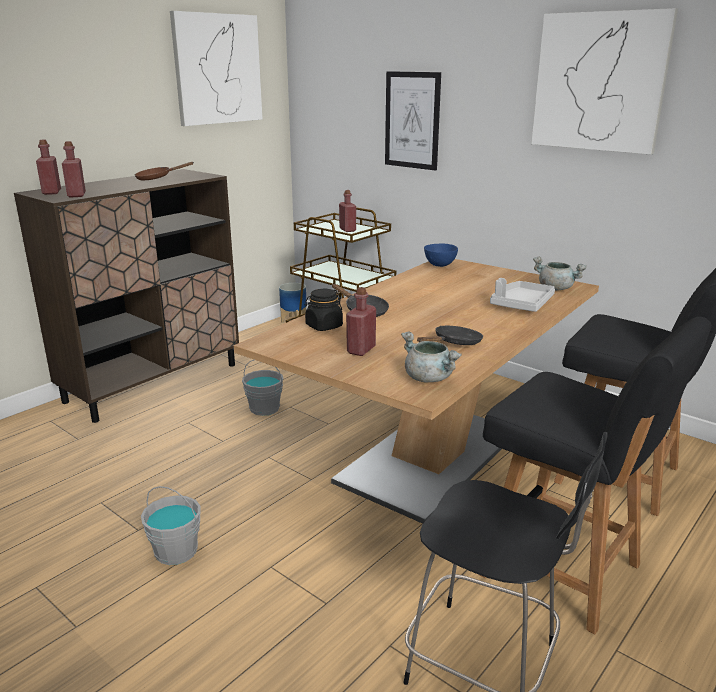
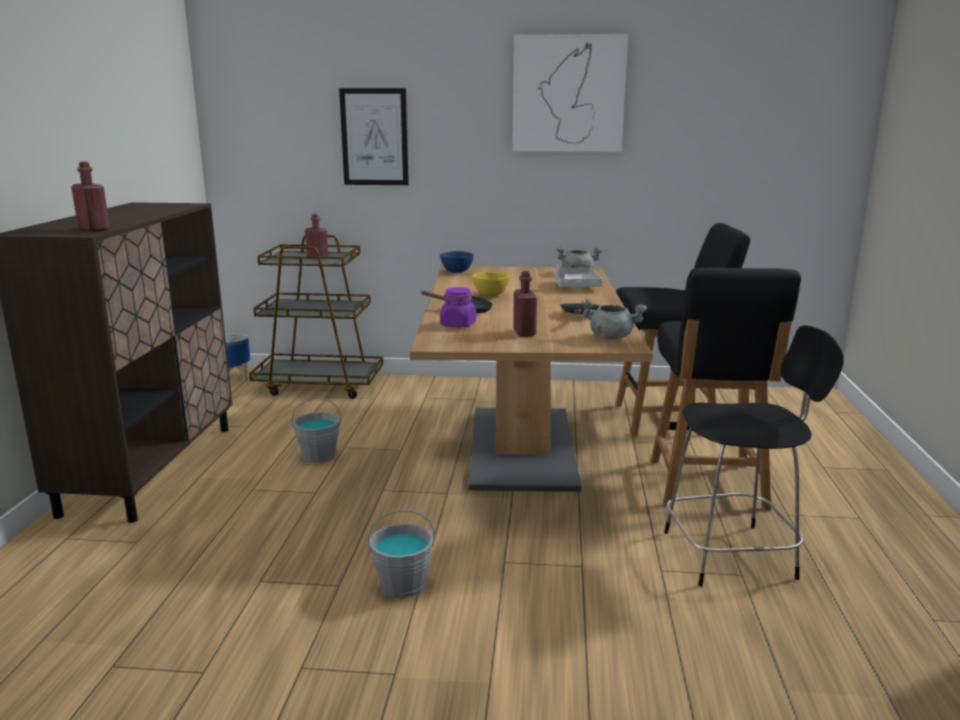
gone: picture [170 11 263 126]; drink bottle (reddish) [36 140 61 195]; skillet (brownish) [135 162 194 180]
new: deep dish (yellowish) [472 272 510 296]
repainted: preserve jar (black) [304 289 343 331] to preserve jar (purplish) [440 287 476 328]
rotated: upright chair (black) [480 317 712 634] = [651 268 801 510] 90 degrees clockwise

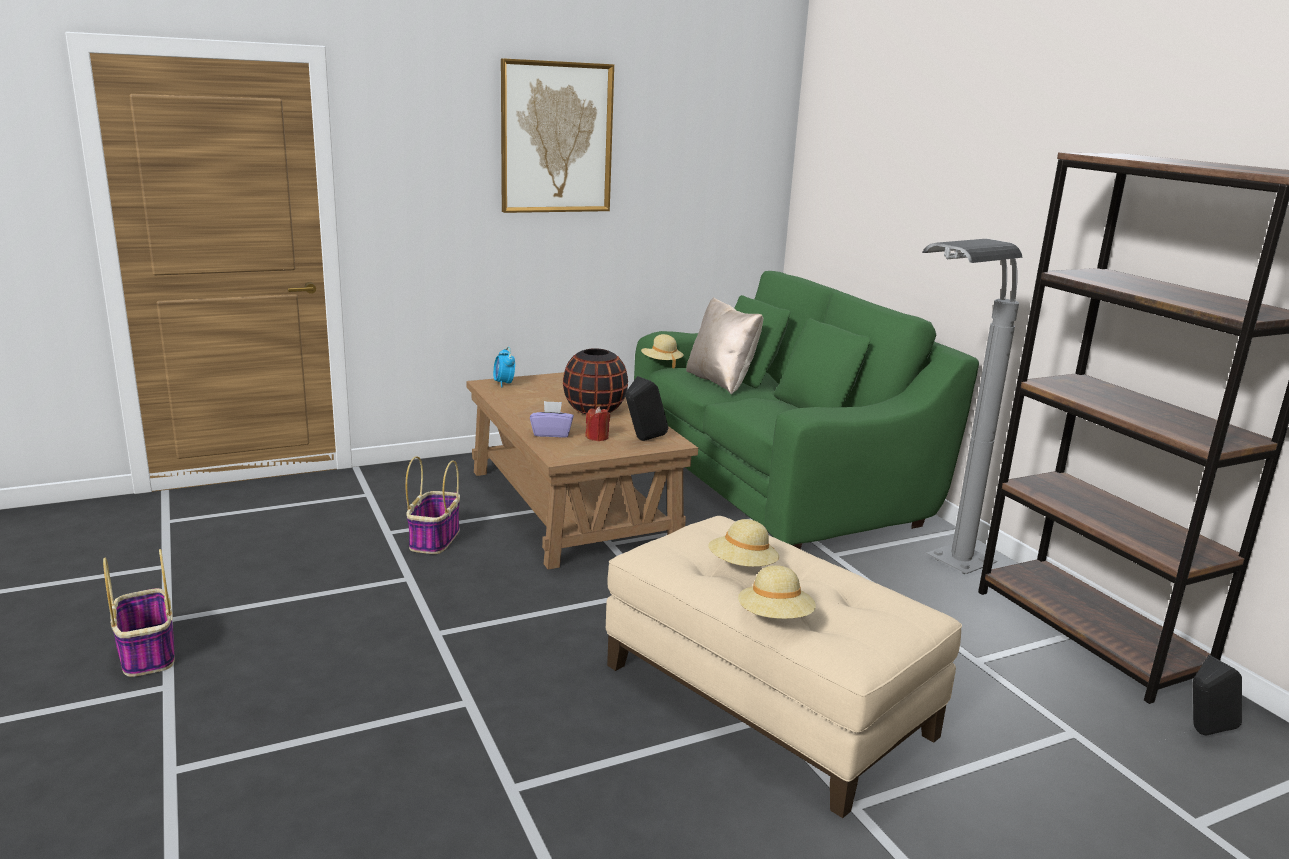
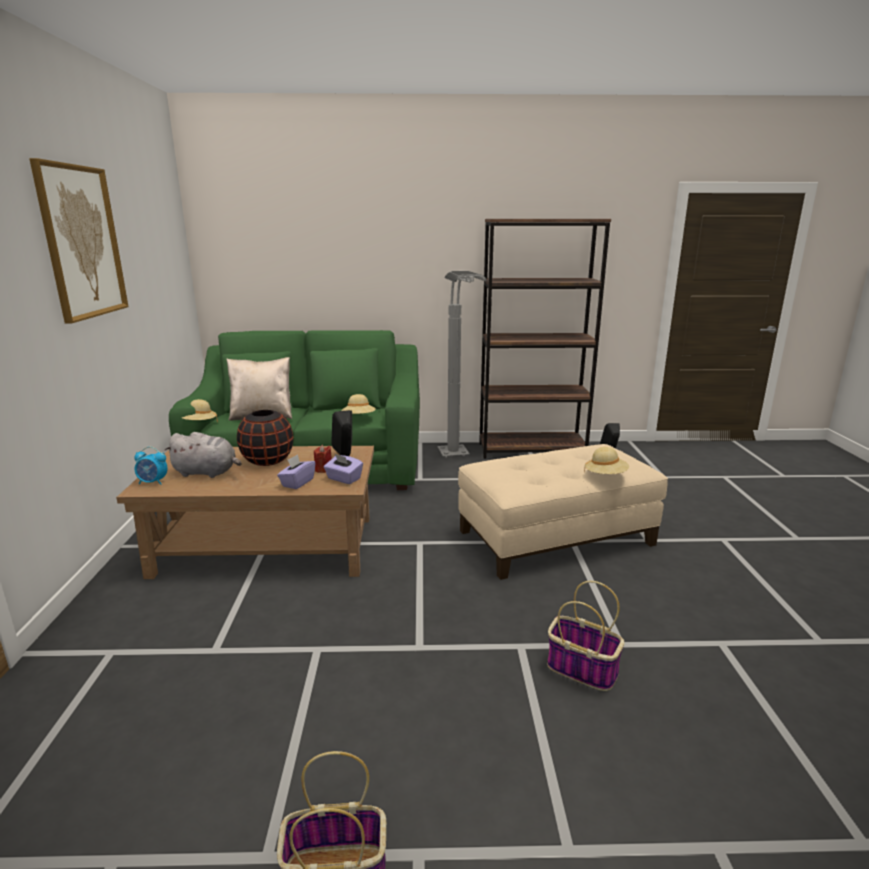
new: soft toy (gray) [164 432 241 478]; box of tissues (purplish) [324 454 363 484]
shifted: storage basket [405 456 460 554] to [547 581 625 691]; wearable hat (beige) [708 519 779 567] to [341 394 376 414]

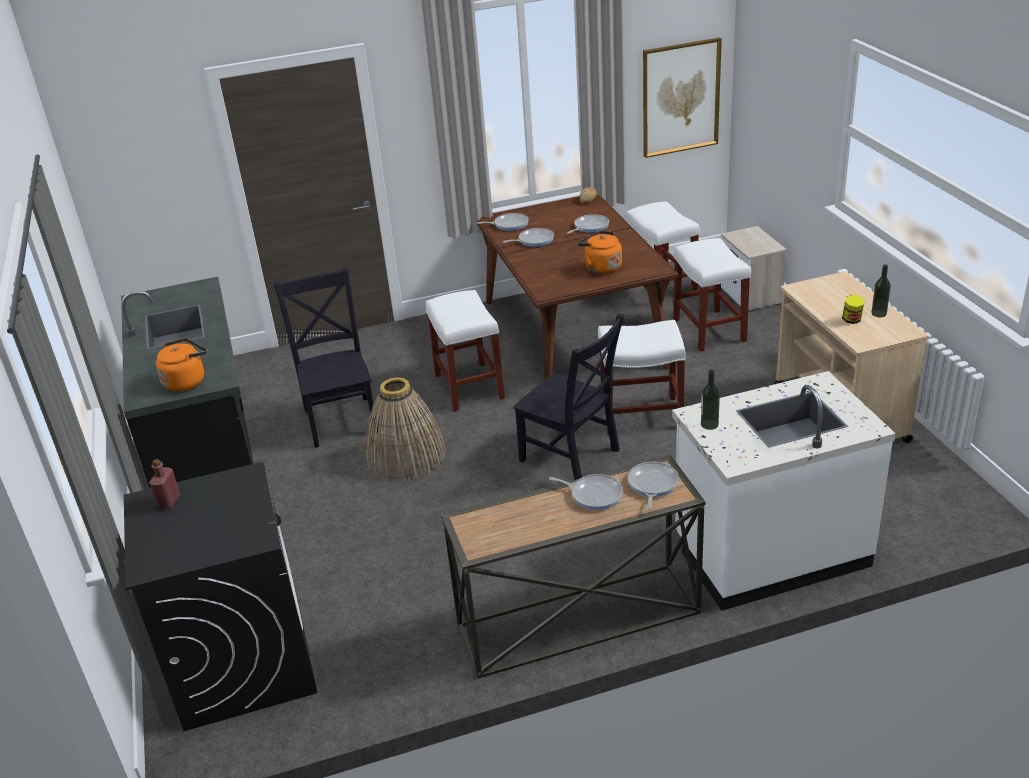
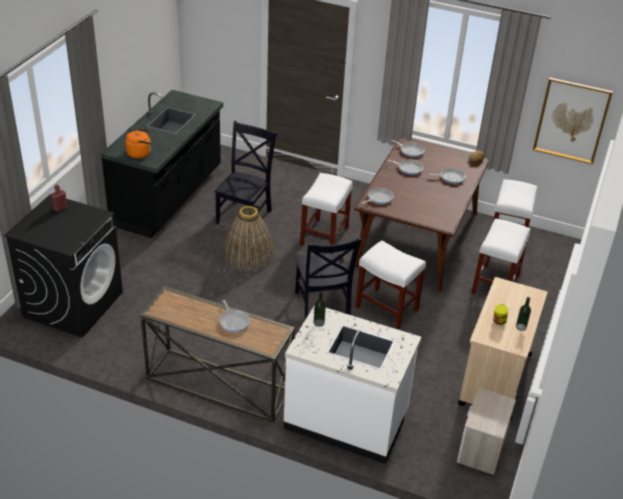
gone: kettle (orange) [577 231 622 274]
shifted: nightstand [721 226 787 312] to [457 388 516 476]; skillet [628 462 679 509] to [361 188 394 205]

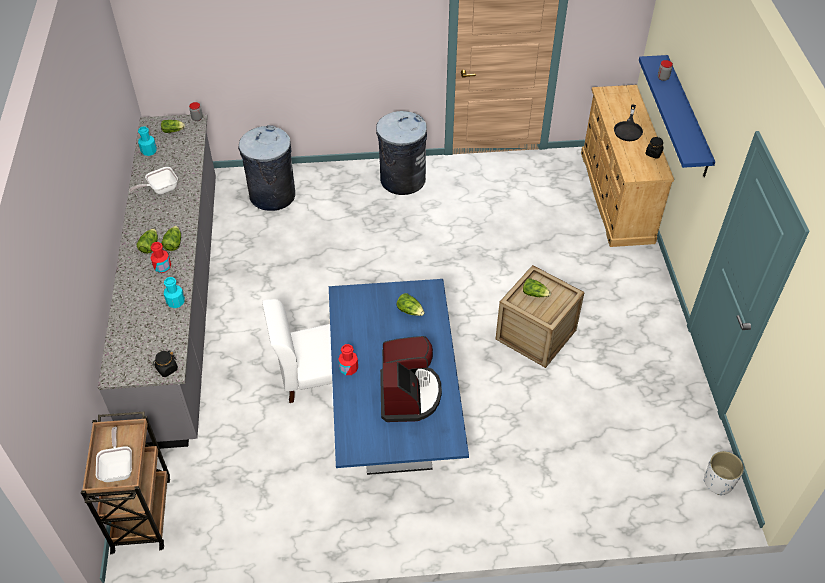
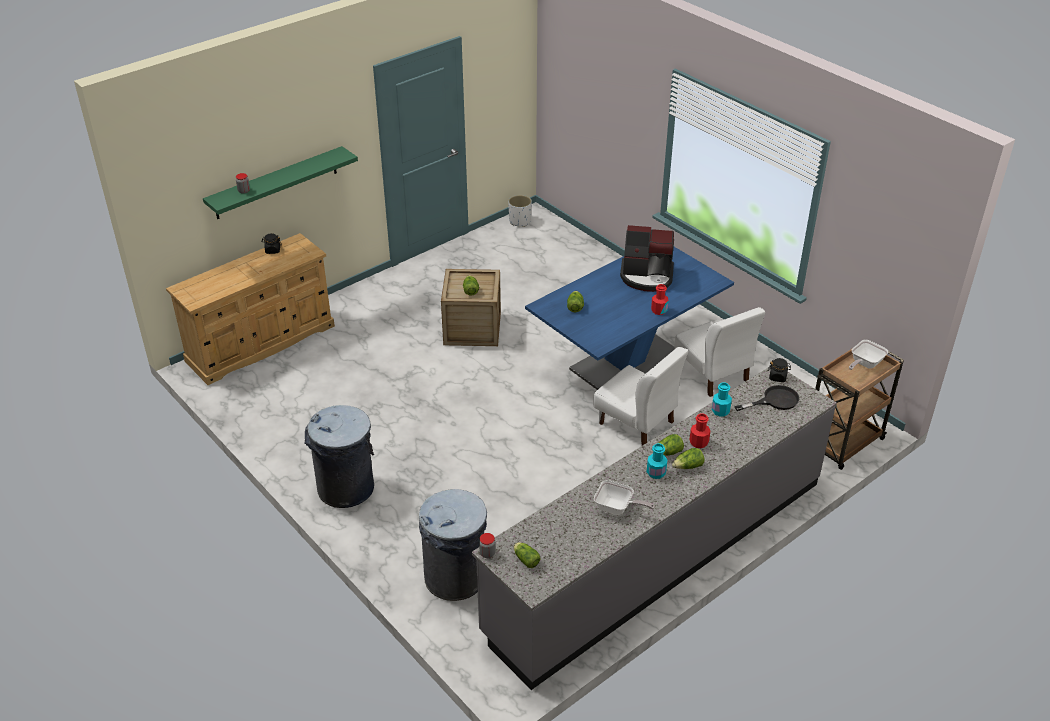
new: upright chair (white) [674 307 765 397]
shifted: skillet (black) [614 104 643 141] to [734 385 799 411]; drink bottle (turquoise-coloured) [138 126 157 156] to [647 443 668 479]
repainted: wall shelf (blue) [639 55 715 177] to wall shelf (green-coloured) [203 146 358 219]
rotated: coffee maker [380 336 442 422] = [620 225 674 292] 135 degrees counterclockwise

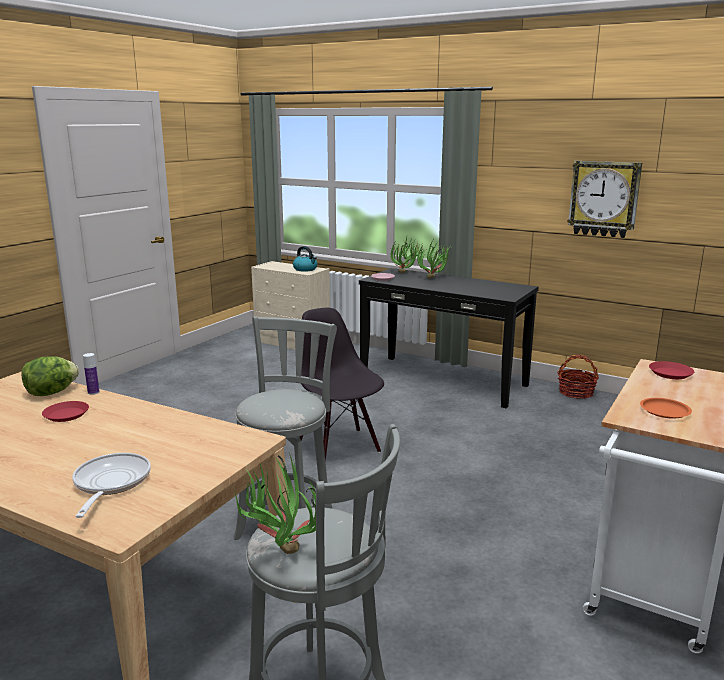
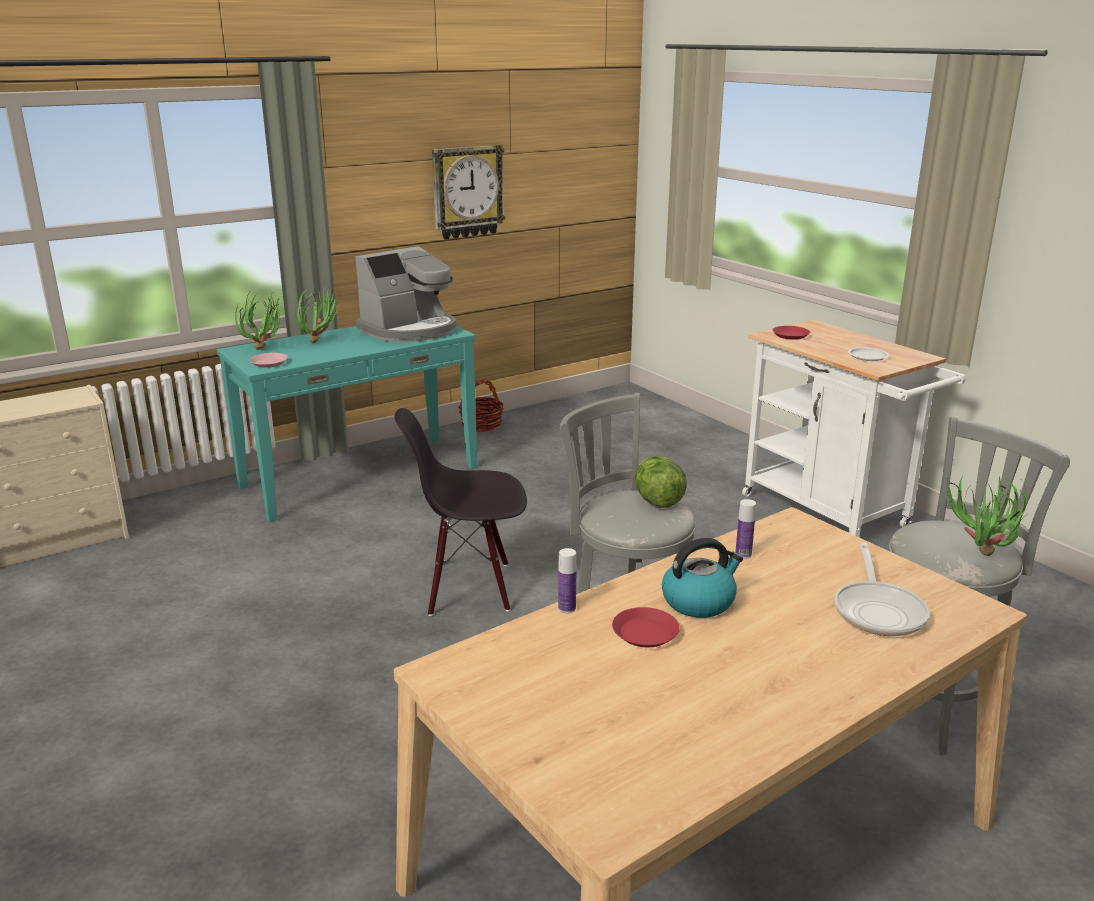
new: coffee maker [355 246 456 342]; drink bottle [735 499 756 559]
shifted: kettle [293 246 317 272] to [662 538 743 618]; lettuce [22 356 79 396] to [635 456 687 508]
repainted: narrow table (black) [359 268 539 408] to narrow table (turquoise-coloured) [217 326 477 522]; dinner plate (orange) [640 398 692 418] to dinner plate (white) [848 347 889 361]
rotated: skillet [72 453 151 518] = [835 543 930 636] 105 degrees counterclockwise

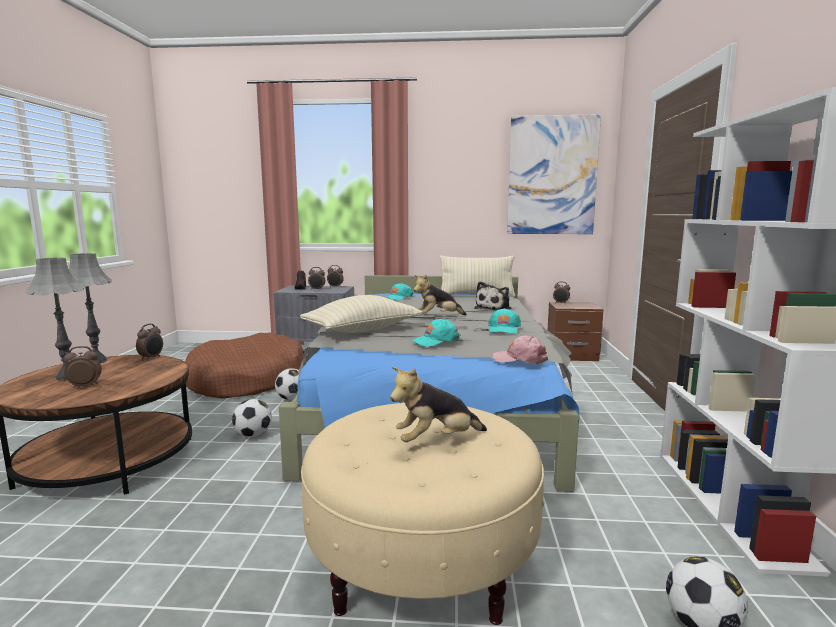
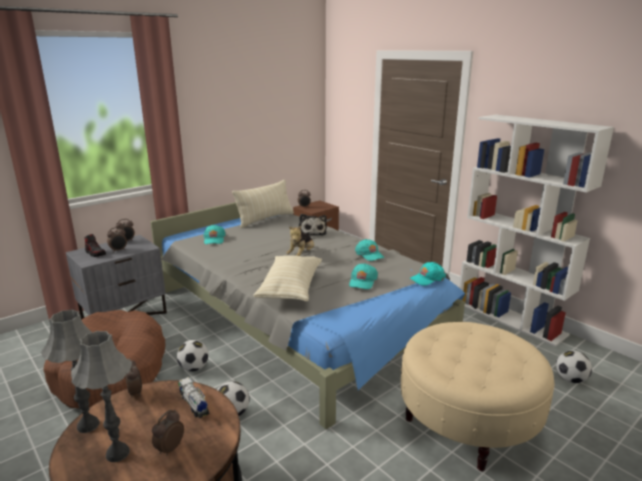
gone: picture [507 114 601 234]; soft toy [390 367 487 442]
new: toy truck [178 377 210 418]
repainted: cap (pink) [492 336 548 364] to cap (turquoise-coloured) [410 262 446 286]

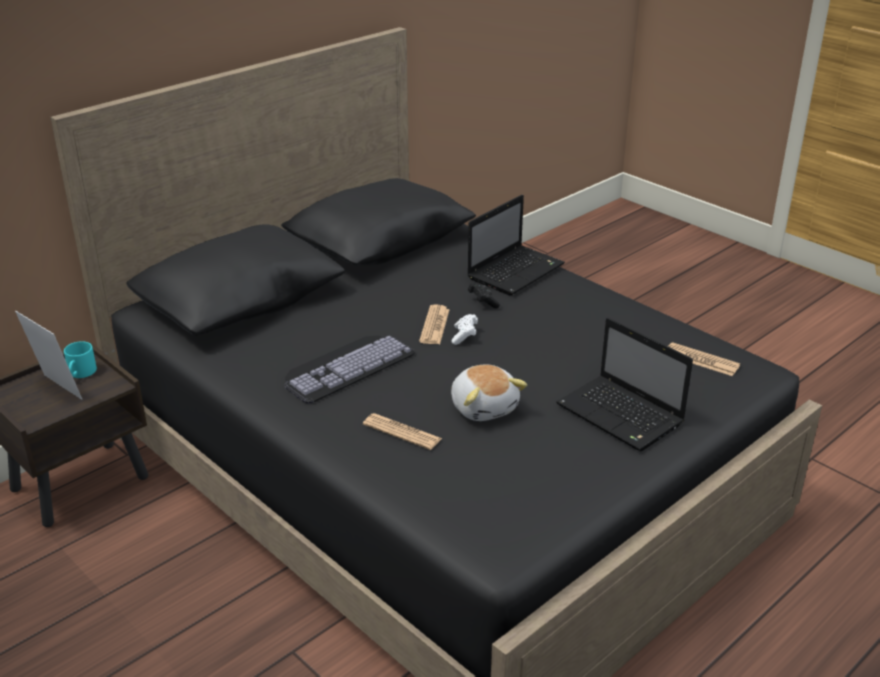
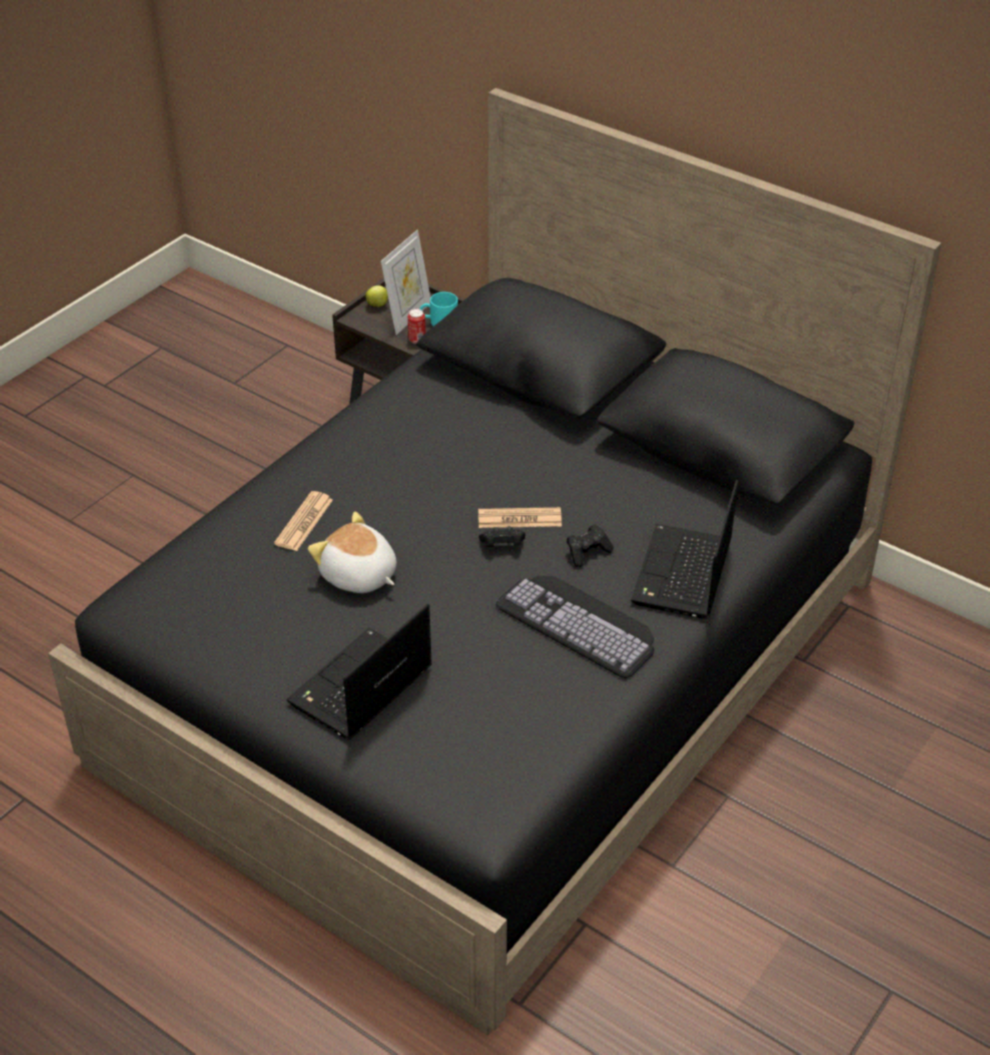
gone: printed paper [668 342 740 376]
new: whole apple [365 285 388 307]; sealed can [408 309 426 344]
shifted: computer keyboard [284 335 415 404] to [495 576 655 678]
repainted: gamepad (white) [452 314 478 345] to gamepad (black) [479 526 526 547]
rotated: laptop [467 195 565 295] = [631 480 738 618] 75 degrees clockwise; soft toy [451 364 527 421] = [308 512 397 593] 75 degrees clockwise

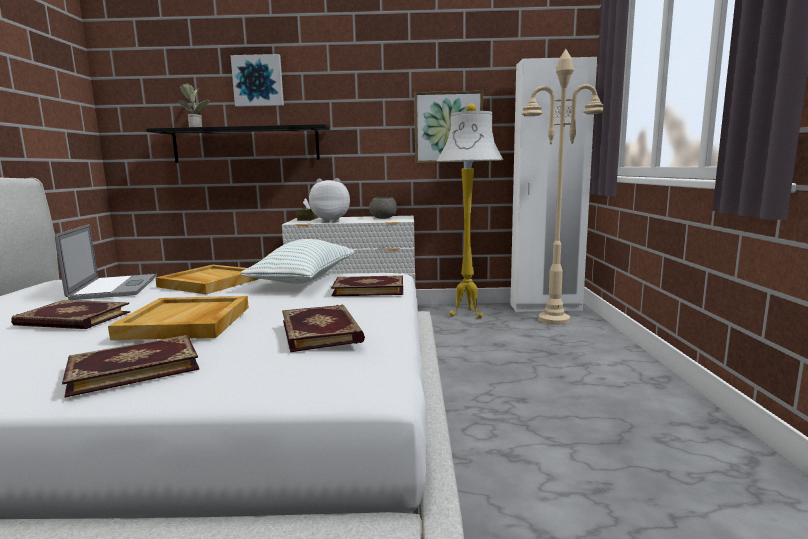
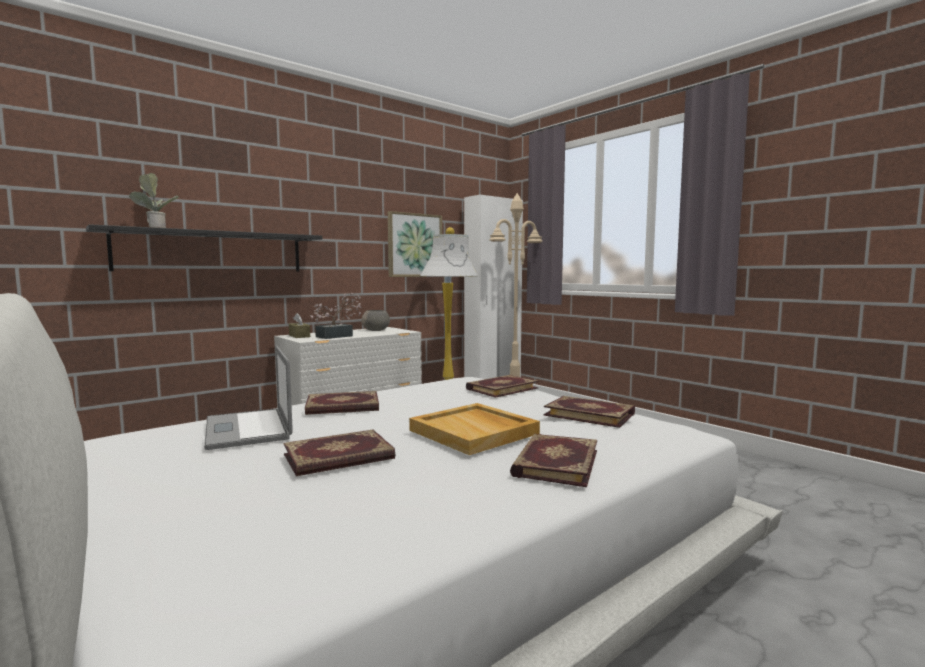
gone: picture [230 54 284 107]; cushion [240 239 355 284]
swapped: soft toy [309 178 350 222] to houseplant [310 293 361 339]; serving tray (beige) [155 265 259 294] to bound book [305 391 379 415]
rotated: laptop [55 224 157 300] = [204 345 293 450] 150 degrees counterclockwise

